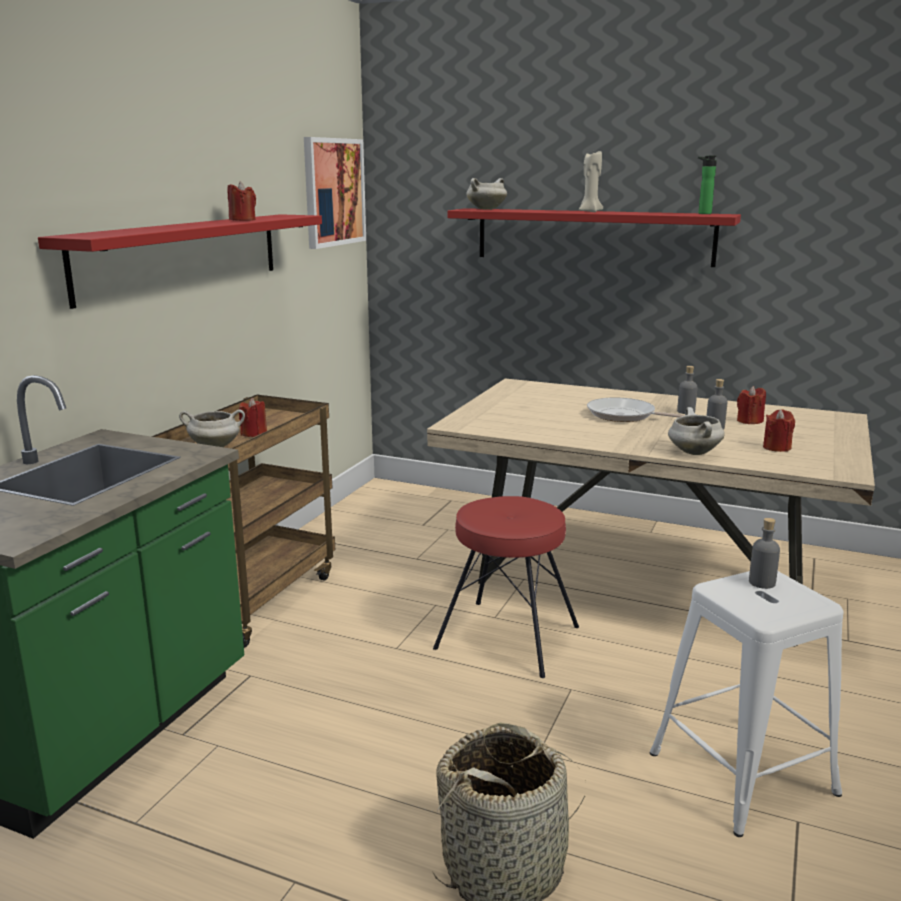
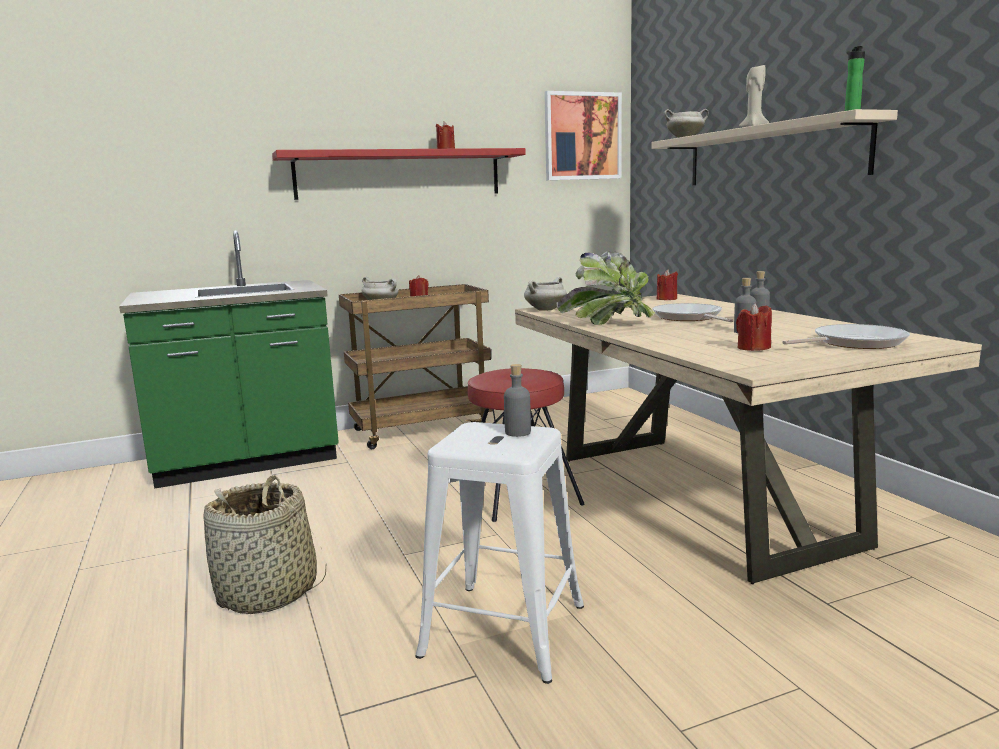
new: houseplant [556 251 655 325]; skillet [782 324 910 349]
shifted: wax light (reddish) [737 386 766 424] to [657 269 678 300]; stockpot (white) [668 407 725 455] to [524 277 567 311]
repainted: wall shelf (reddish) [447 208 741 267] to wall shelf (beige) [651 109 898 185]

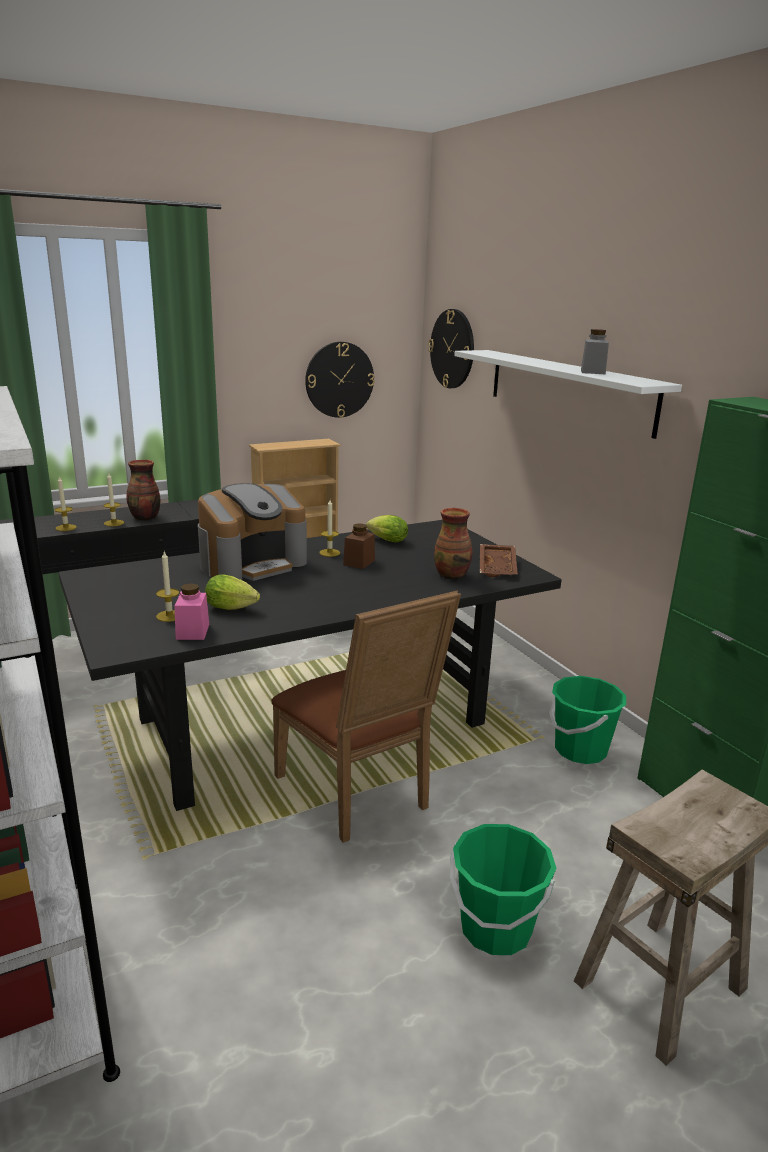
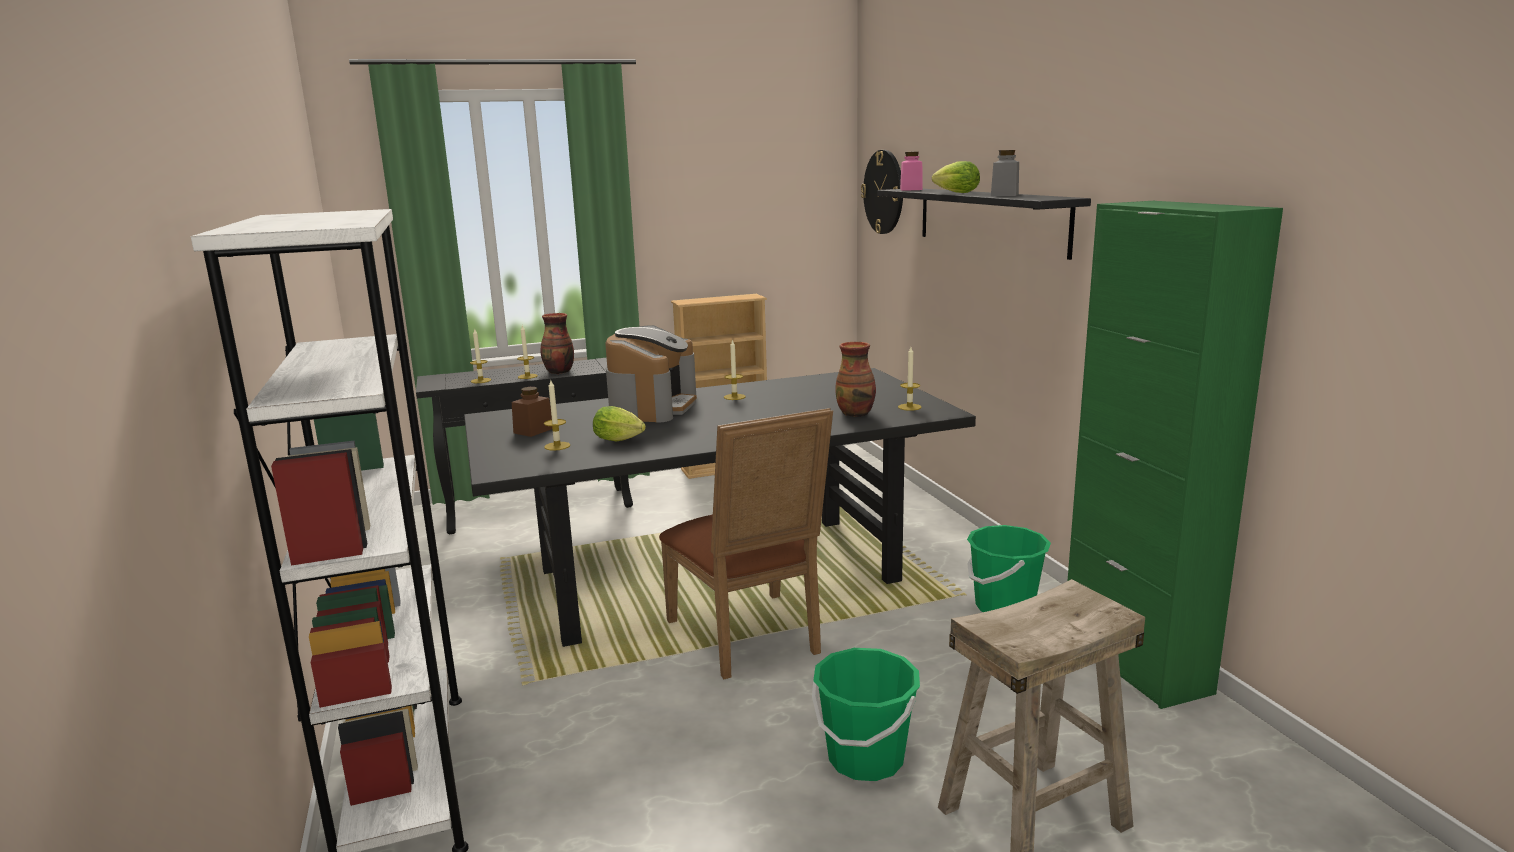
gone: wall clock [305 342 374 418]
shifted: lettuce [366 515 408 543] to [932 161 980 193]; preserve jar (brownish) [343 524 375 569] to [512 387 552 437]; preserve jar (pink) [174 583 209 640] to [900 152 923 191]
swapped: serving tray (brownish) [480 544 518 577] to wax light [898 347 922 411]
repainted: wall shelf (white) [454 350 682 439] to wall shelf (black) [877 189 1091 260]
rotated: coffee maker [198 483 307 581] = [605 325 697 423] 45 degrees counterclockwise

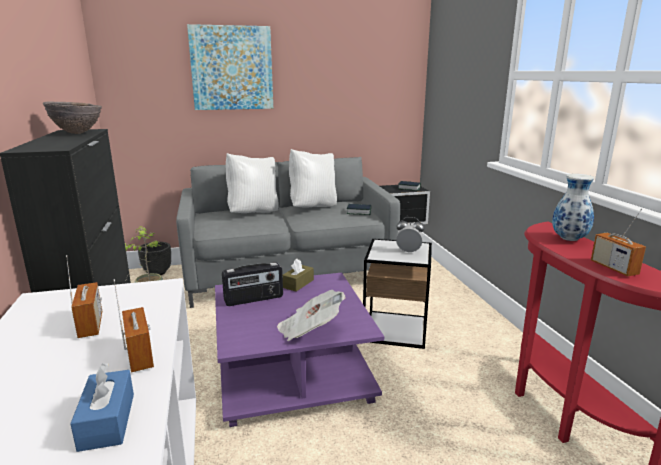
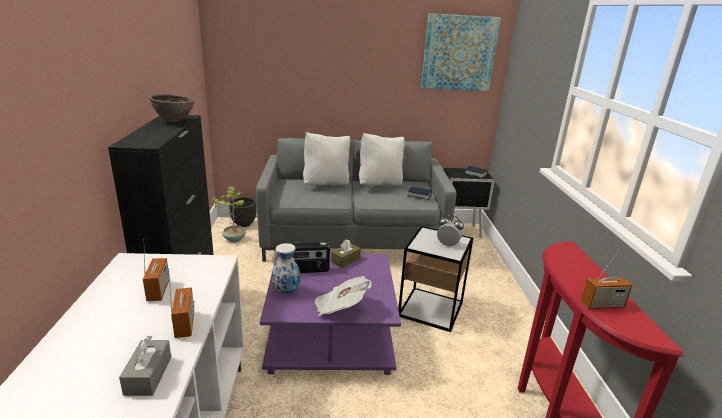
shifted: picture [187 24 273 110] to [421 13 501 91]; flower vase [552 174 594 241] to [272 243 301 295]
repainted: box of tissues (blue) [70 363 134 452] to box of tissues (gray) [119 336 171 396]
rotated: radio set [591 208 646 276] = [581 250 632 309] 90 degrees counterclockwise

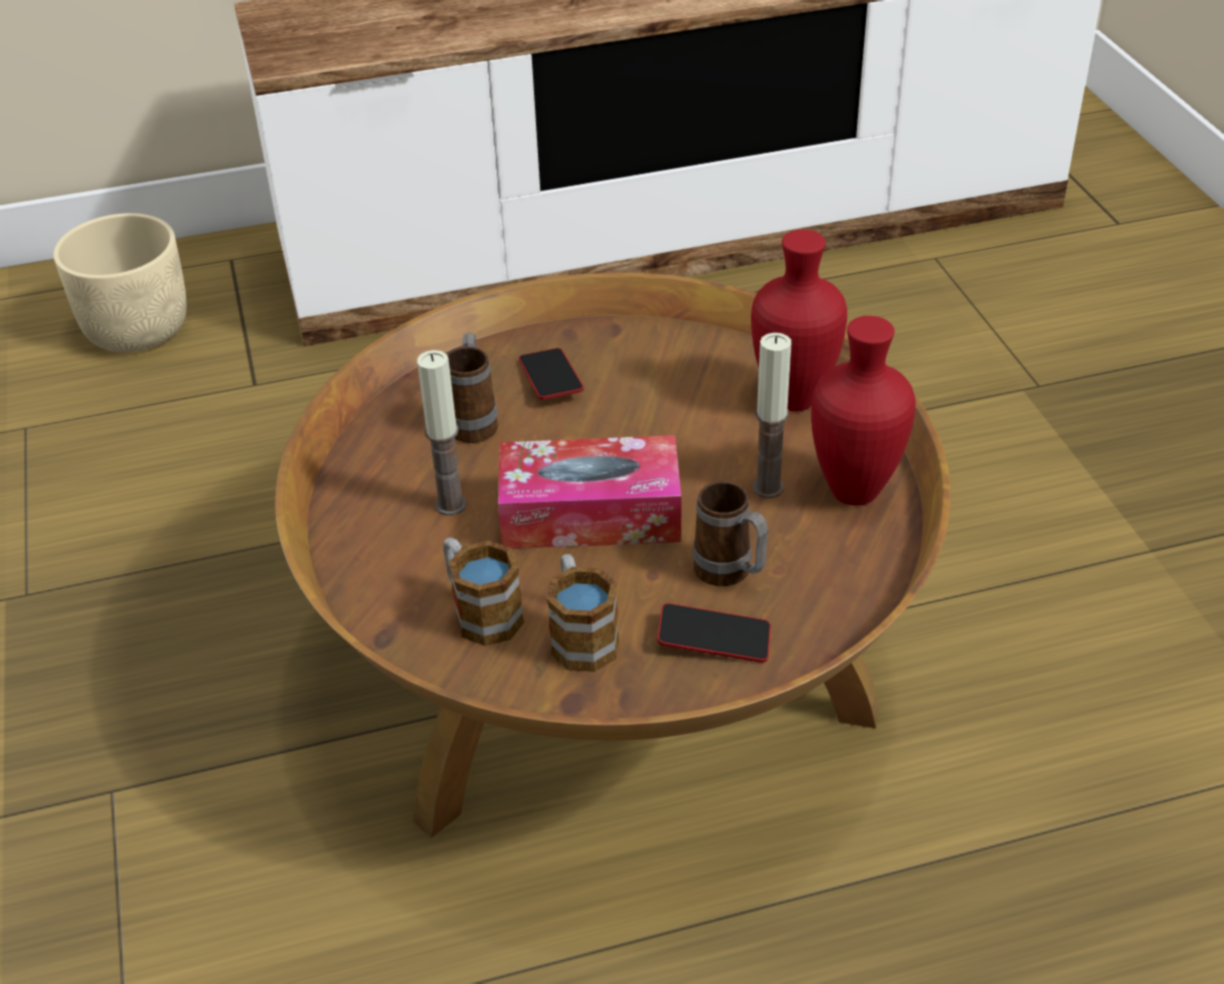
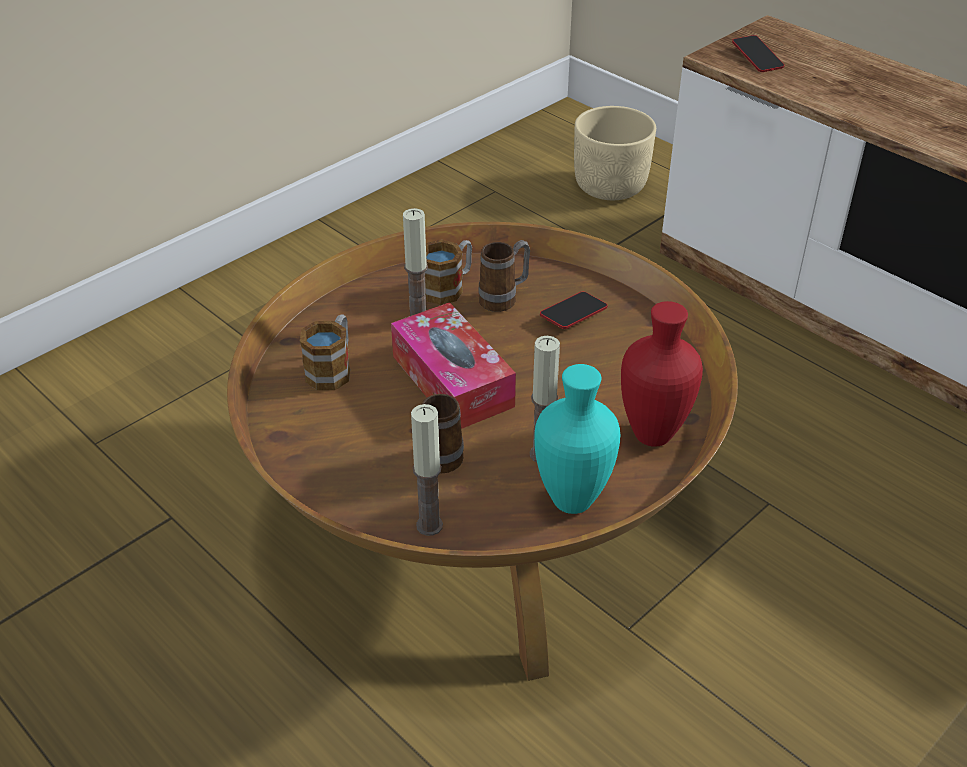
new: wax light [411 404 443 536]
shifted: tea mug [547 554 619 672] to [425 240 472 305]; handset [657 603 771 663] to [732 35 784 72]
repainted: flower vase (reddish) [811 316 915 506] to flower vase (turquoise-coloured) [534 364 620 514]

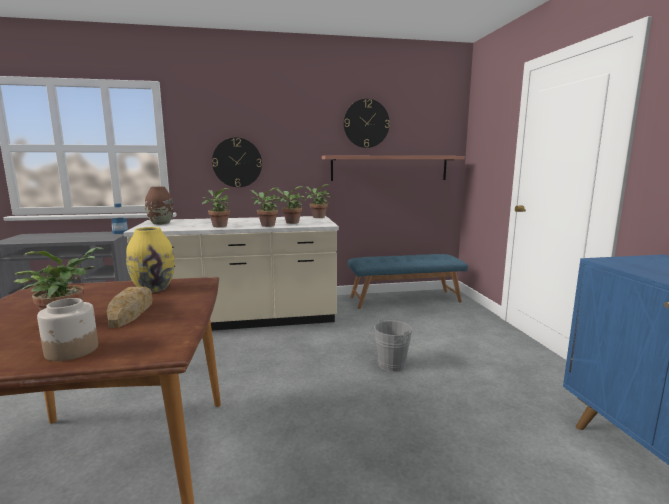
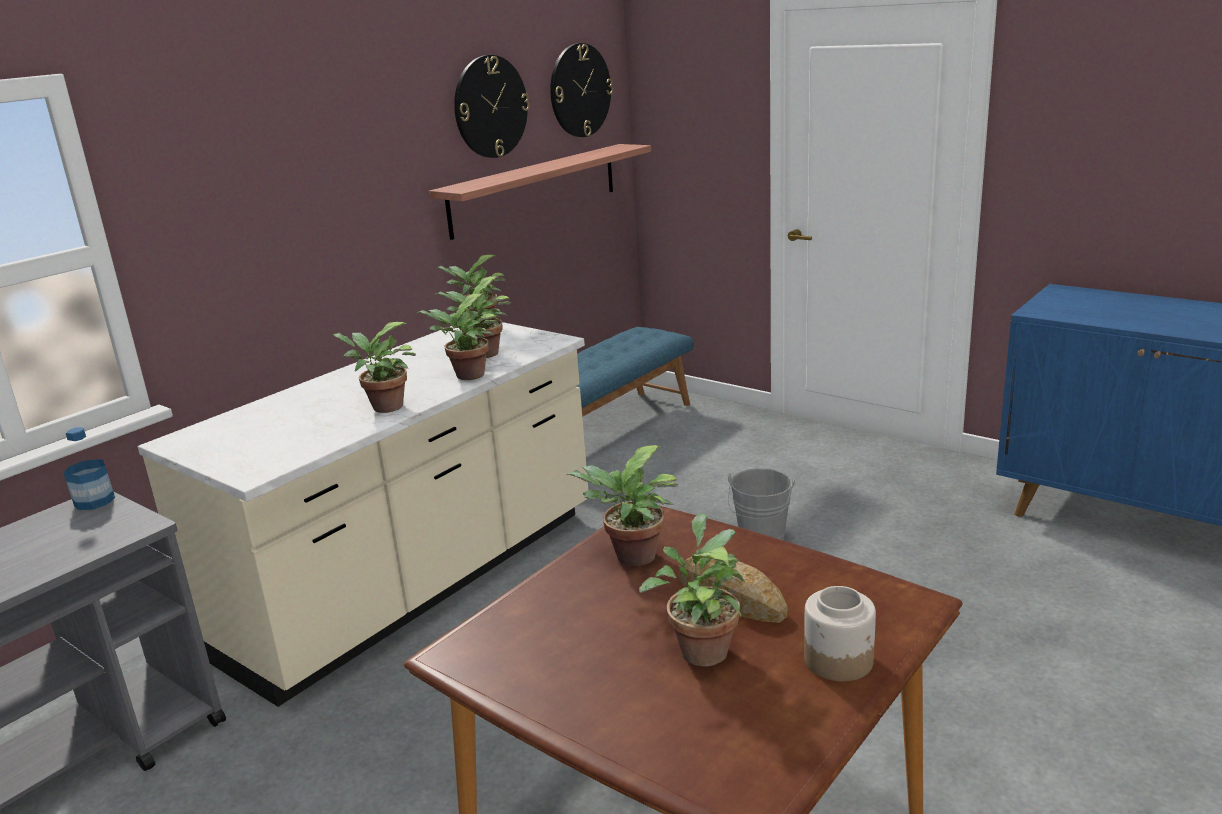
gone: flower vase (brownish) [145 187 174 225]
shifted: wall clock [212 137 262 187] to [550 43 613 137]
swapped: flower vase (yellowish) [126 227 175 292] to houseplant [566 445 678 566]

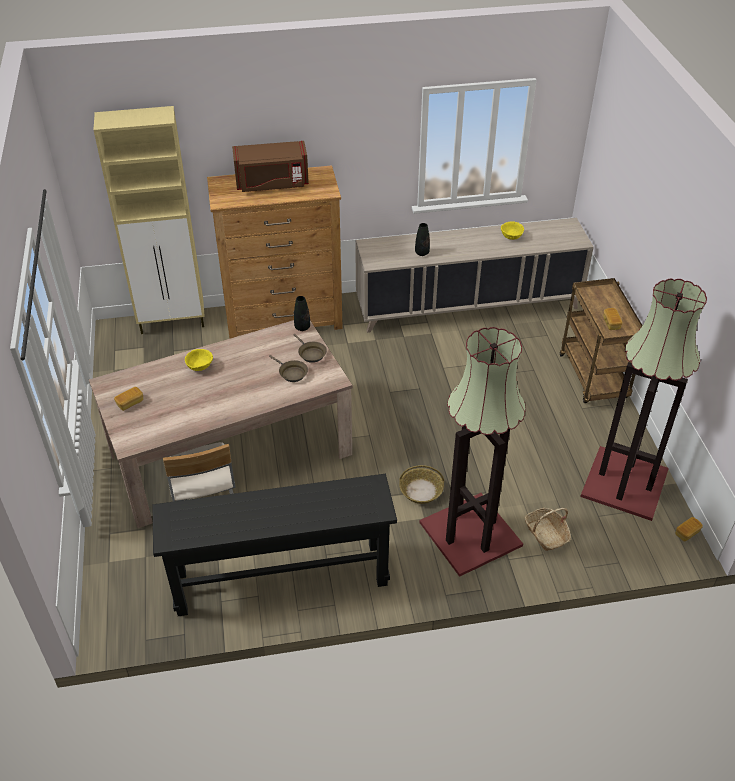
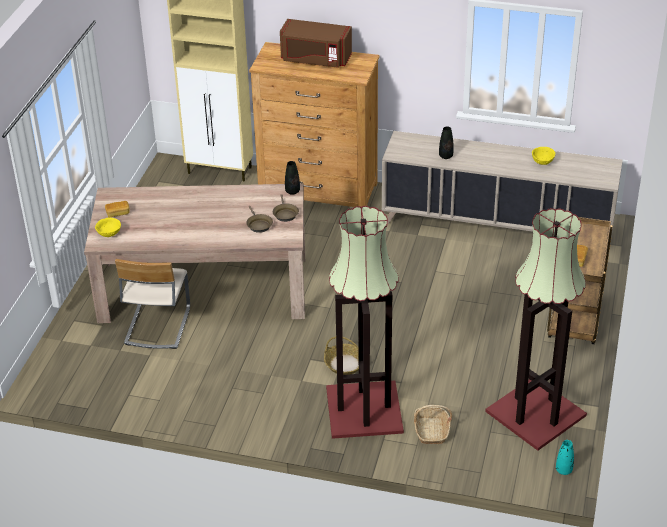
gone: narrow table (black) [153 474 397 616]
shifted: deep dish (yellowish) [185 349 213 371] to [95 218 121 237]
swapped: bread [675 517 703 542] to flower vase (turquoise-coloured) [556 440 574 475]

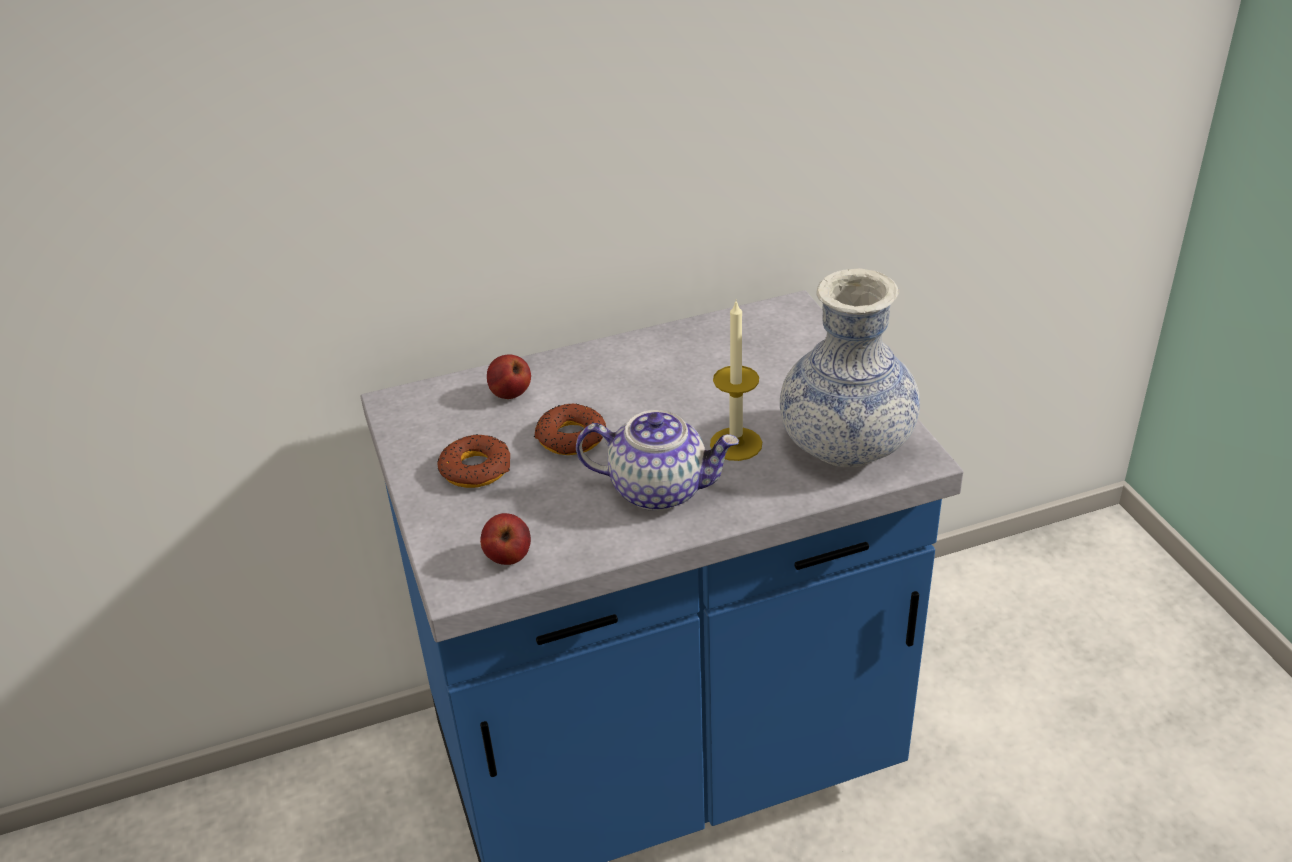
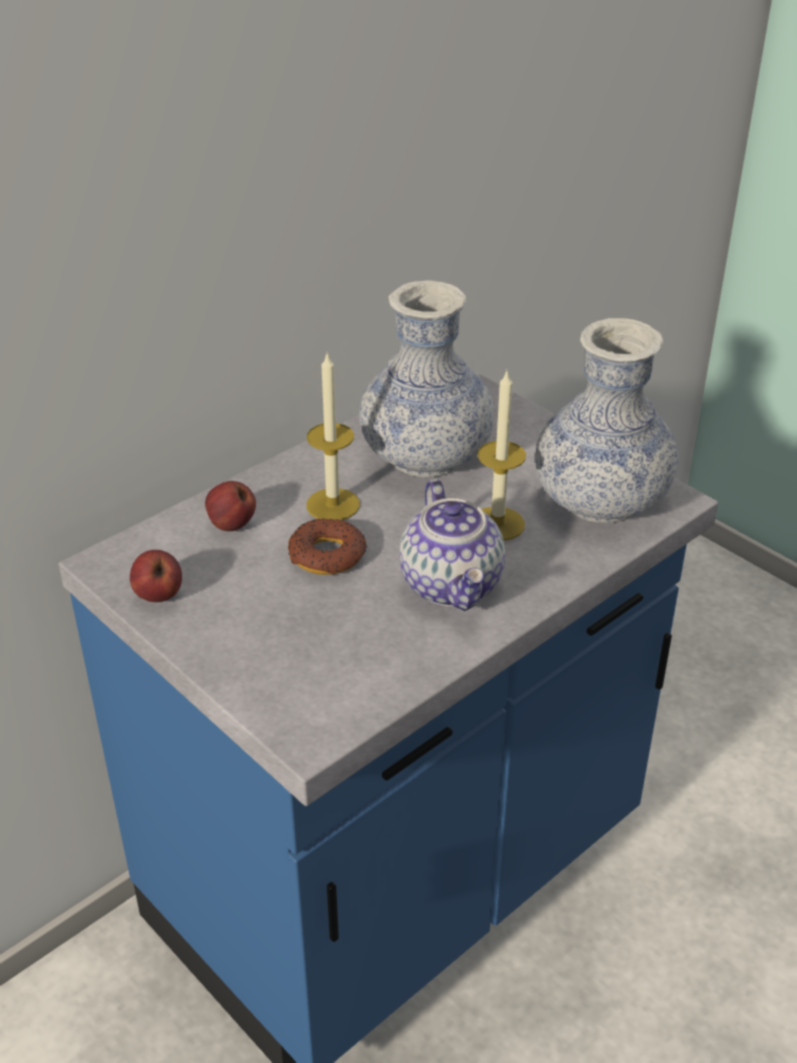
gone: ring doughnut [437 434 510 488]
new: flower vase [359 280 494 477]; wax light [306 352 360 520]
shifted: whole apple [480 513 531 565] to [130 550 182 602]
rotated: teapot [576 410 739 511] = [400 479 505 611] 90 degrees clockwise

